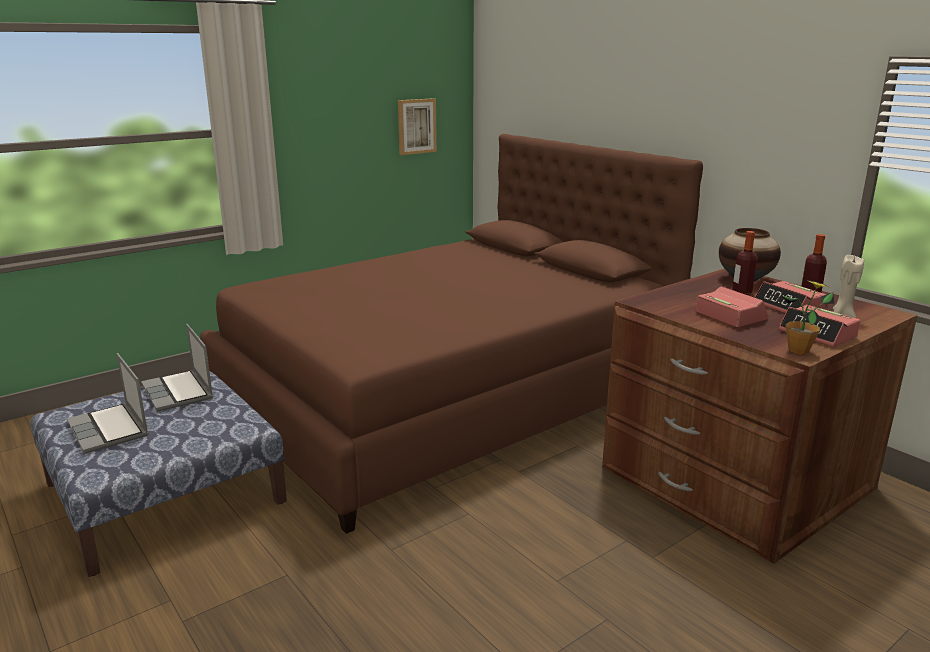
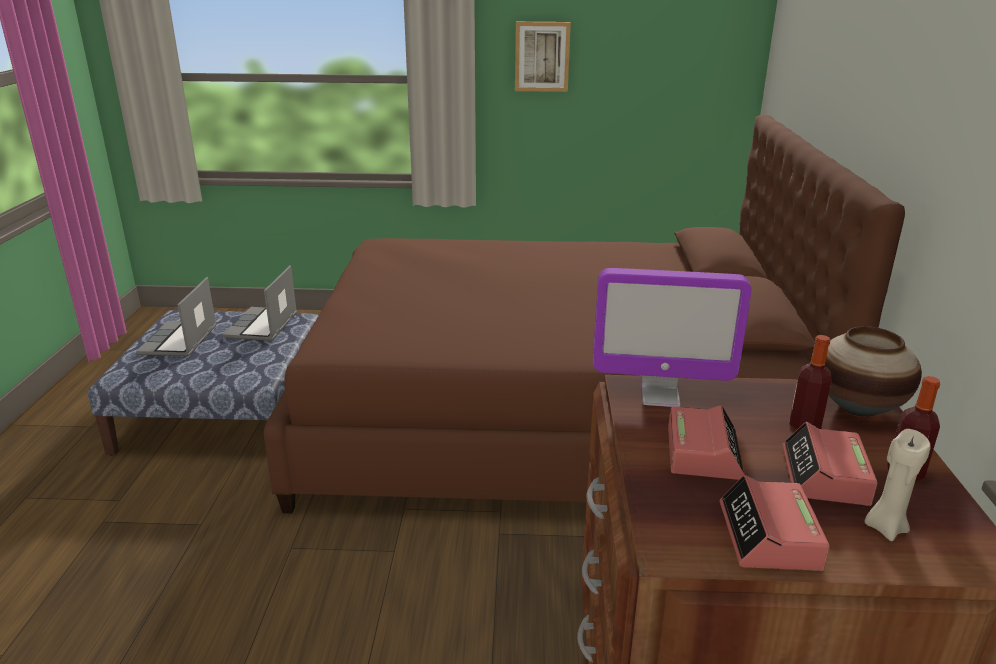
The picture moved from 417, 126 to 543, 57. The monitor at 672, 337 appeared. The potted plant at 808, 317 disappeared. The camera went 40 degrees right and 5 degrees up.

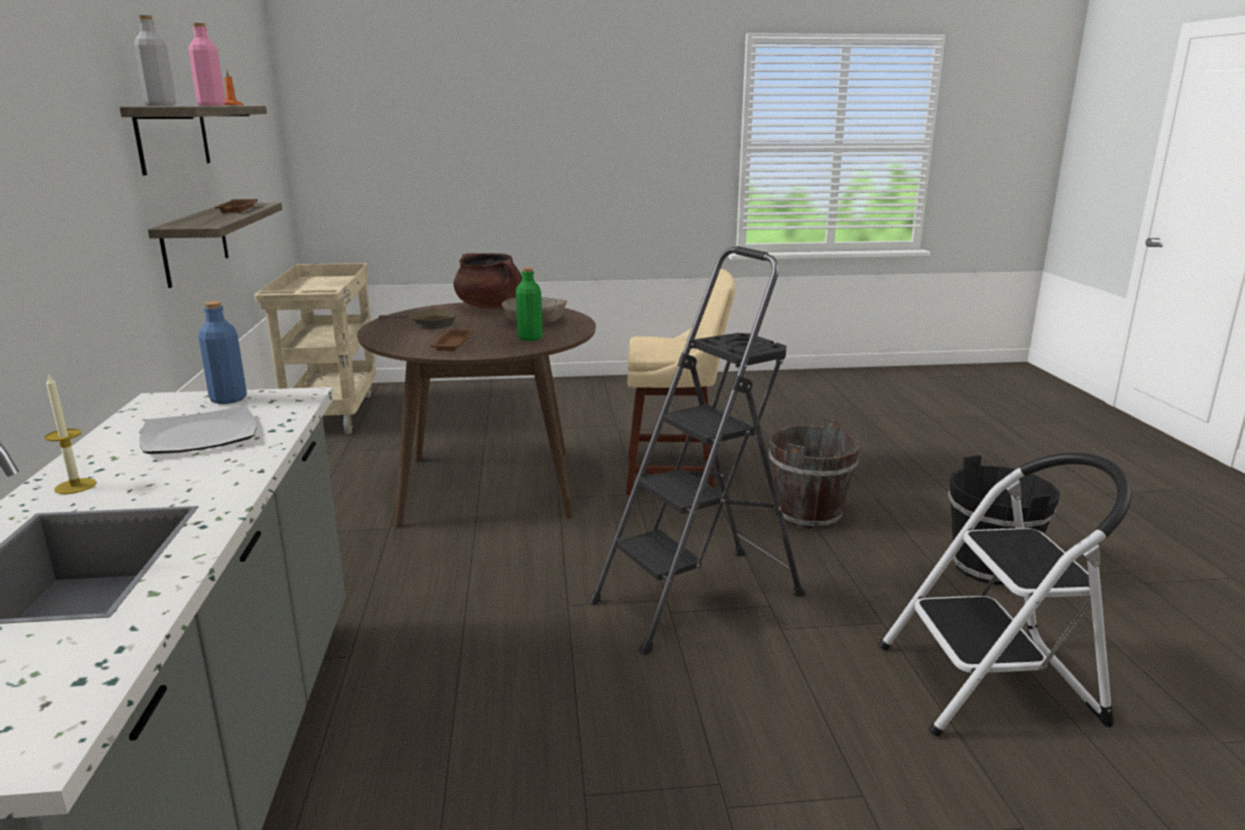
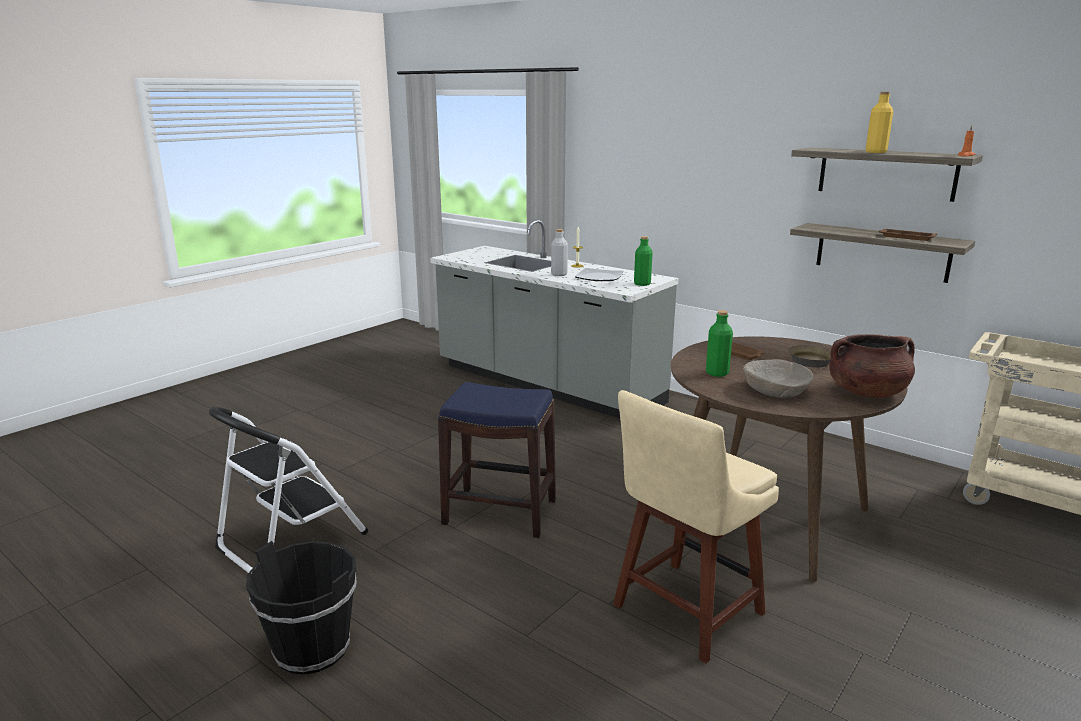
The step ladder at 697, 450 was replaced by the stool at 497, 460. The bottle (grey) moved from 155, 60 to 559, 252. The bottle (blue) at 222, 352 became the bottle (green) at 643, 261. The bottle (pink) at 207, 64 became the bottle (yellow) at 879, 122. The bucket (brown) at 814, 473 disappeared. The camera went 135 degrees right and 0 degrees up.

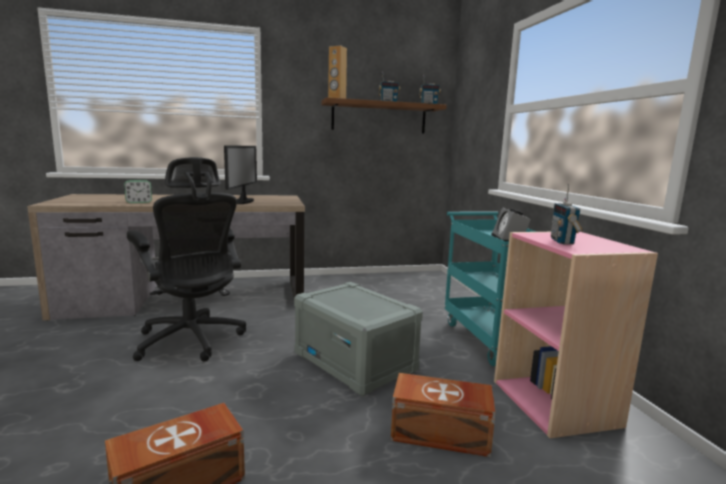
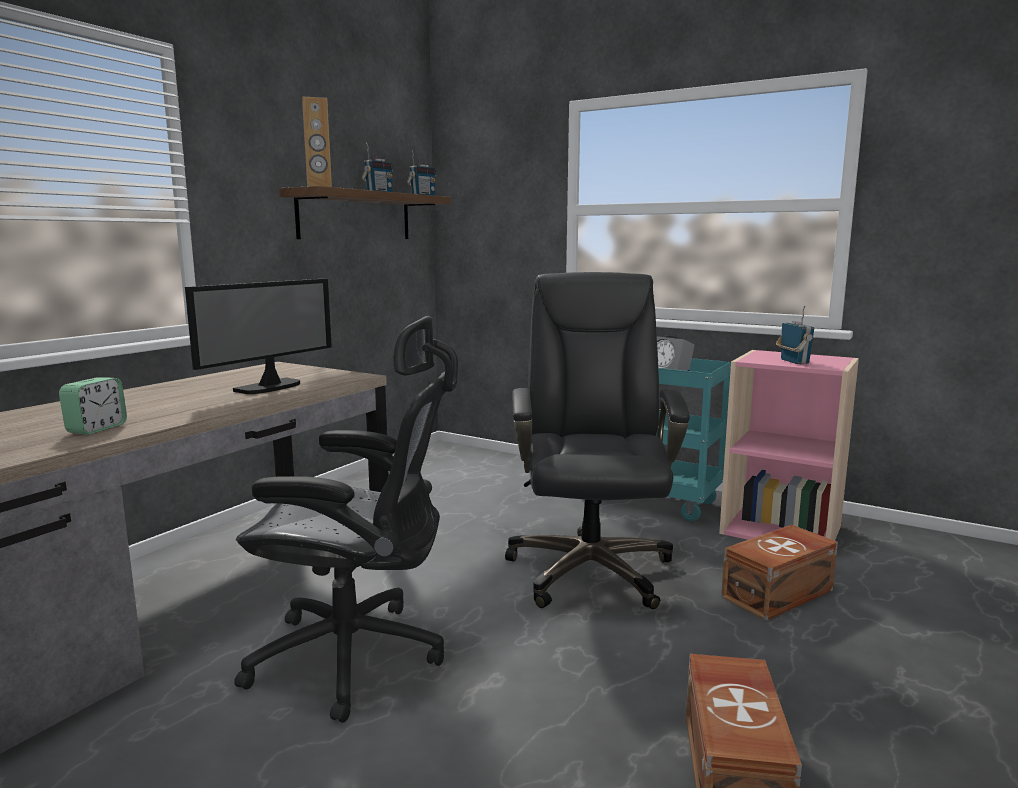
The monitor at 240, 174 turned 75 degrees clockwise. The storage box (grey) at 358, 339 was replaced by the office chair (black) at 597, 440. The radio at 567, 214 turned 150 degrees counterclockwise. The camera went 45 degrees left and 0 degrees up.

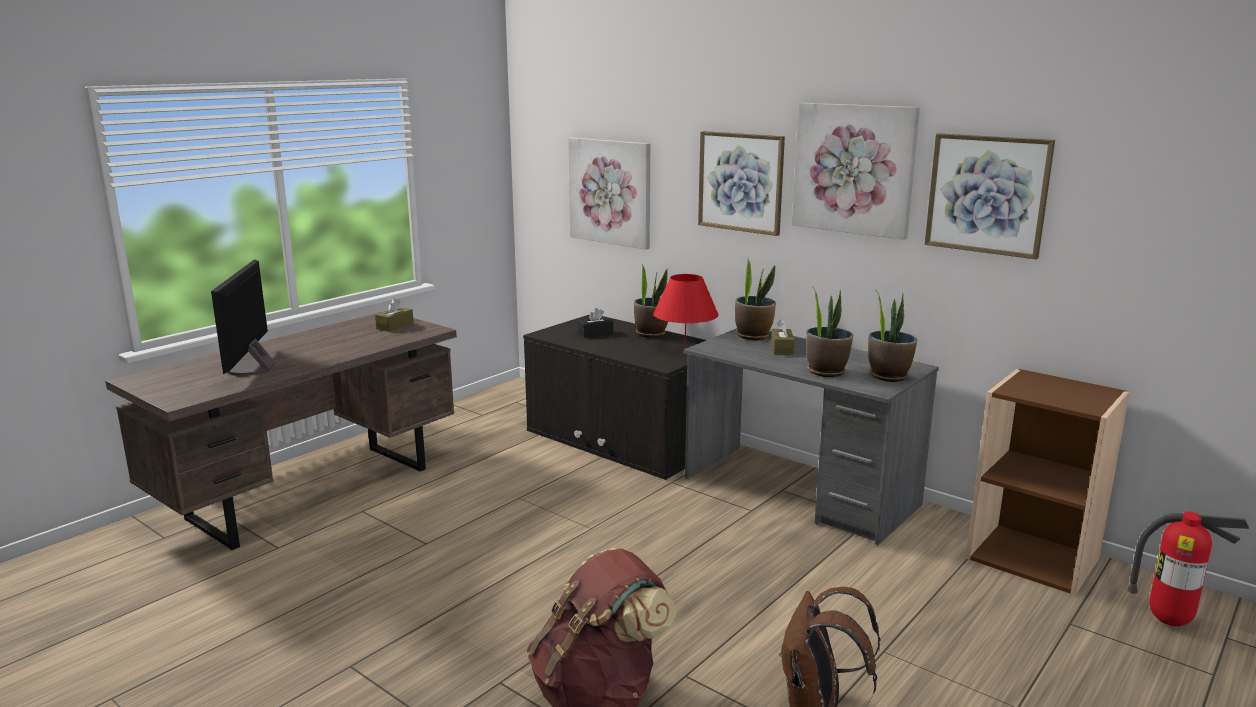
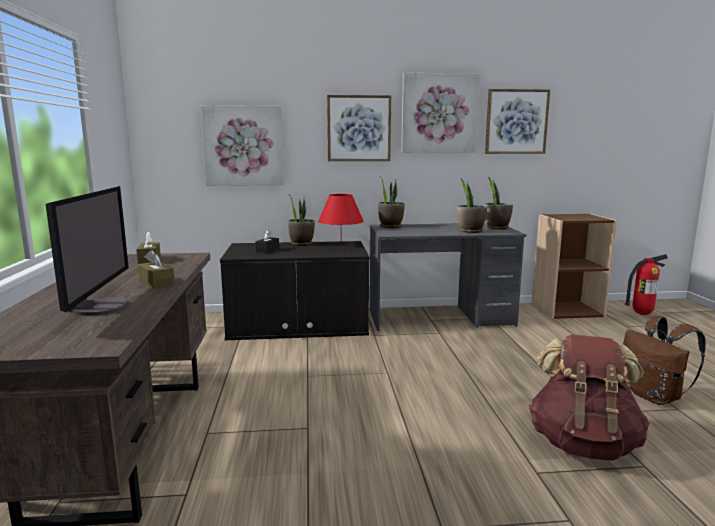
The monitor at 243, 317 turned 135 degrees counterclockwise. The tissue box (brown) moved from 783, 337 to 156, 269. The camera went 45 degrees left and 5 degrees down.

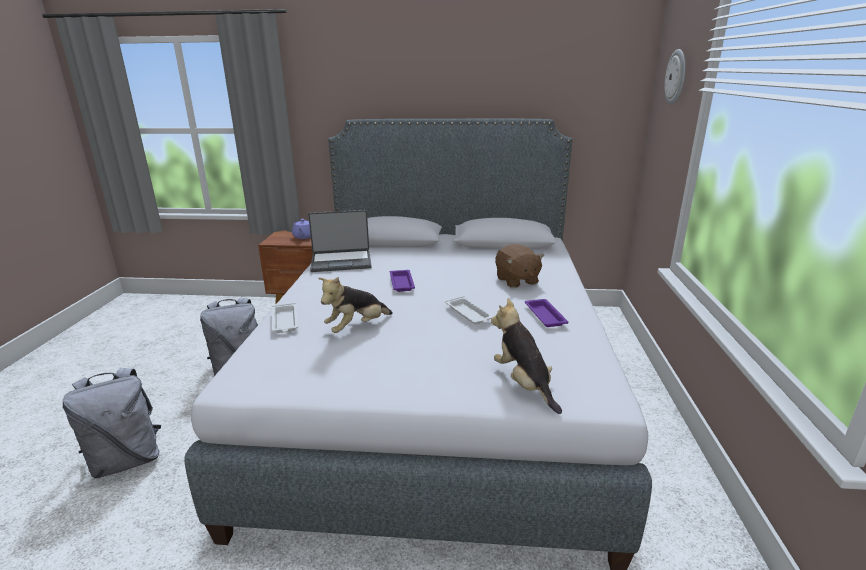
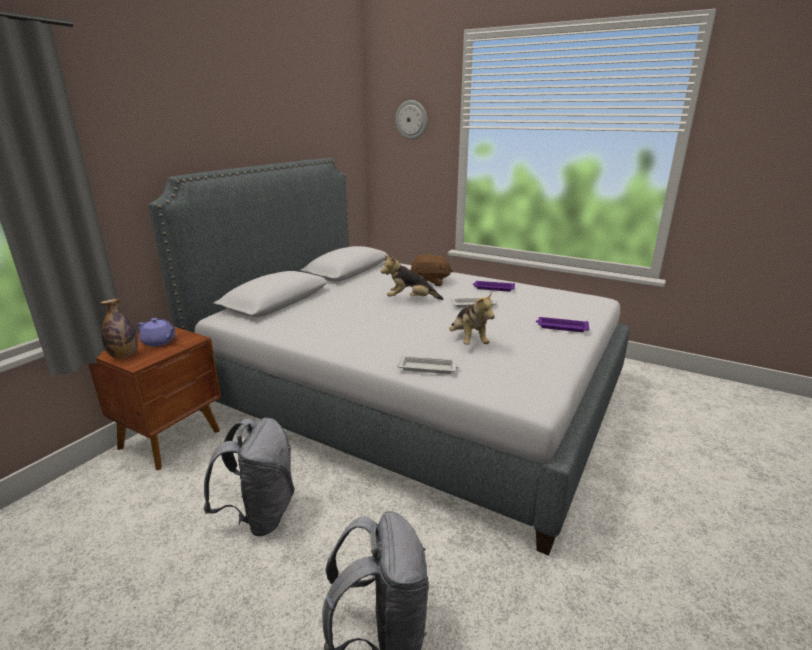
The bottle at 119, 329 appeared. The plush toy moved from 526, 356 to 412, 277. The tray (purple) moved from 402, 281 to 562, 324. The laptop at 339, 241 disappeared. The camera went 65 degrees left and 0 degrees up.

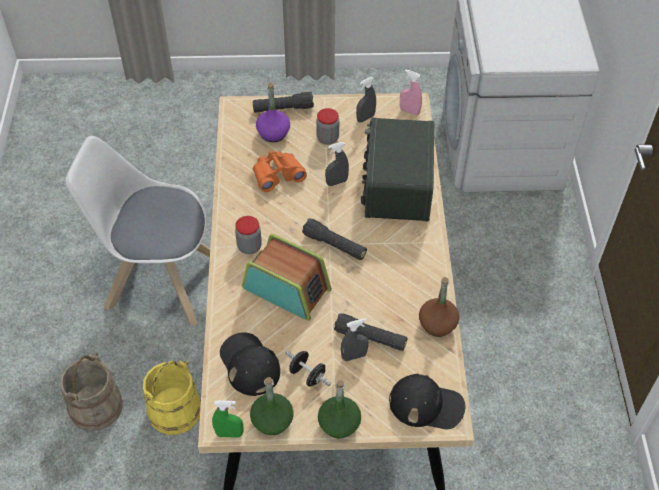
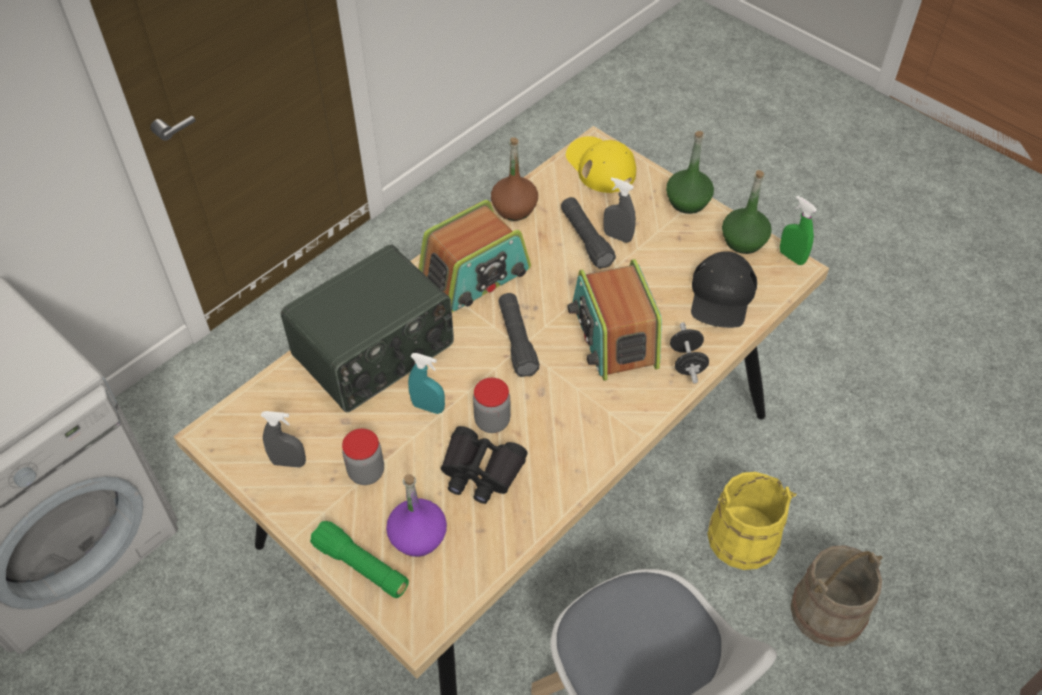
The flashlight (black) at 283, 102 became the flashlight (green) at 359, 559. The spray bottle (grey) at 337, 164 became the spray bottle (turquoise) at 426, 383. The radio at 474, 256 appeared. The binoculars (orange) at 280, 171 became the binoculars (black) at 484, 465. The jar moved from 248, 235 to 492, 405. The cap (black) at 427, 401 became the cap (yellow) at 601, 164. The dumbbell (black) moved from 308, 369 to 689, 353. The spray bottle (pink) at 411, 92 disappeared. The camera went 135 degrees left and 0 degrees up.

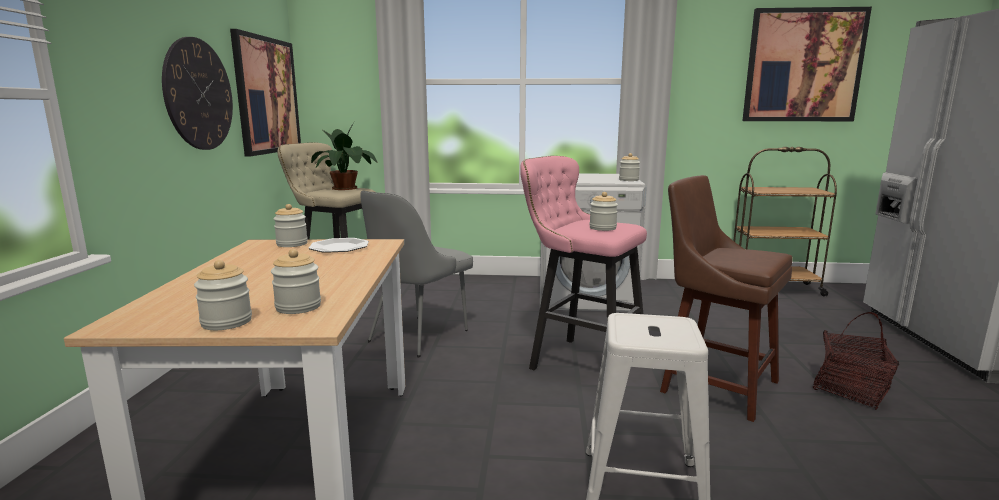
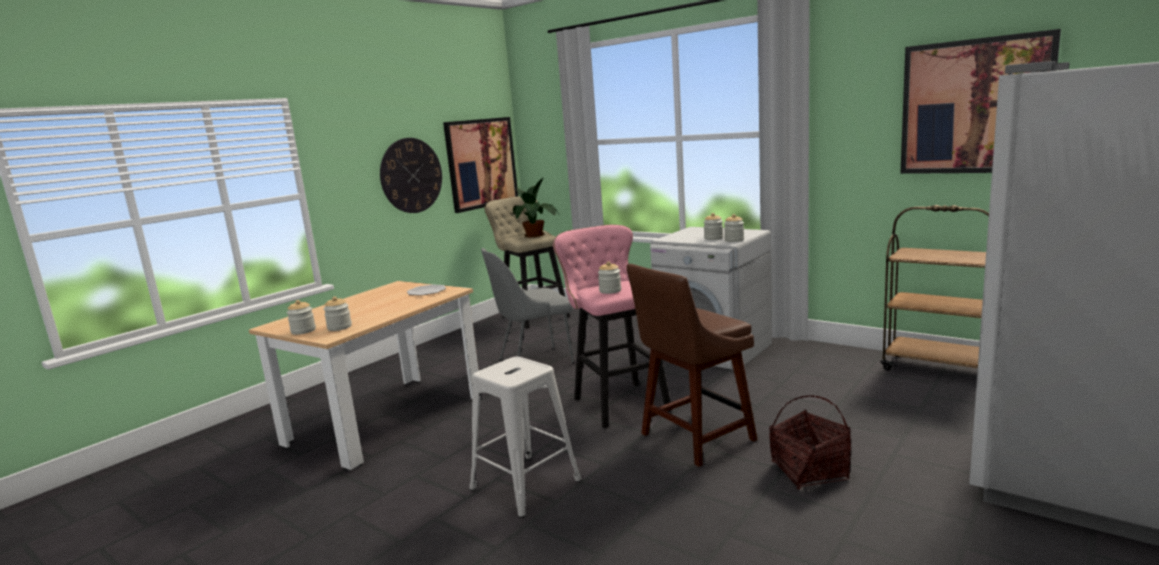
The chair (brown) at 726, 298 turned 105 degrees counterclockwise. The jar moved from 290, 225 to 713, 226. The camera went 35 degrees right and 0 degrees up.

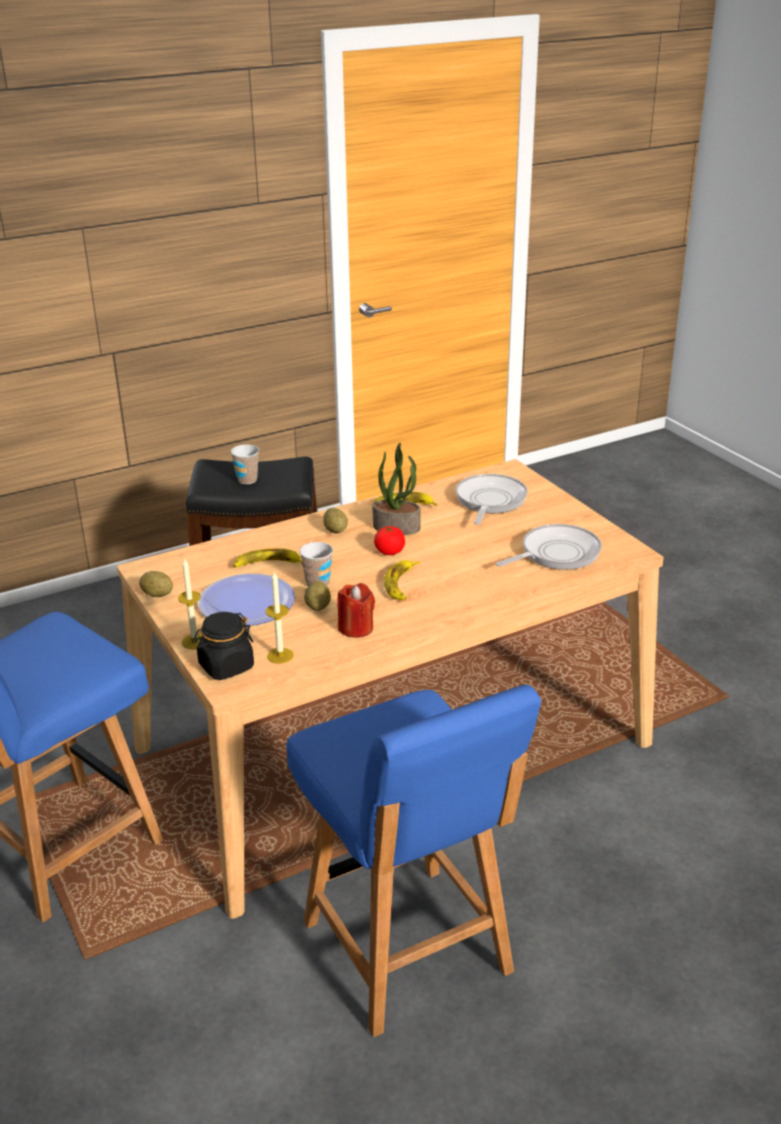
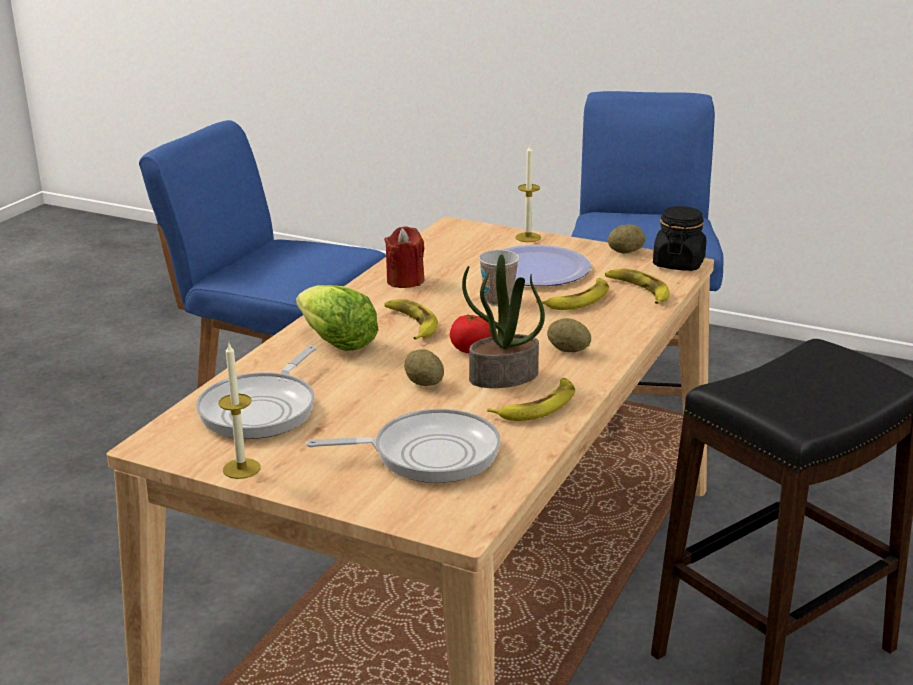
The candle moved from 279, 618 to 239, 411. The lettuce at 337, 318 appeared. The frying pan at 492, 499 turned 75 degrees counterclockwise. The potato moved from 317, 596 to 424, 367. The banana at 637, 286 appeared. The jar (black) moved from 223, 646 to 679, 238. The cup at 245, 464 disappeared. The camera went 145 degrees right and 5 degrees down.

